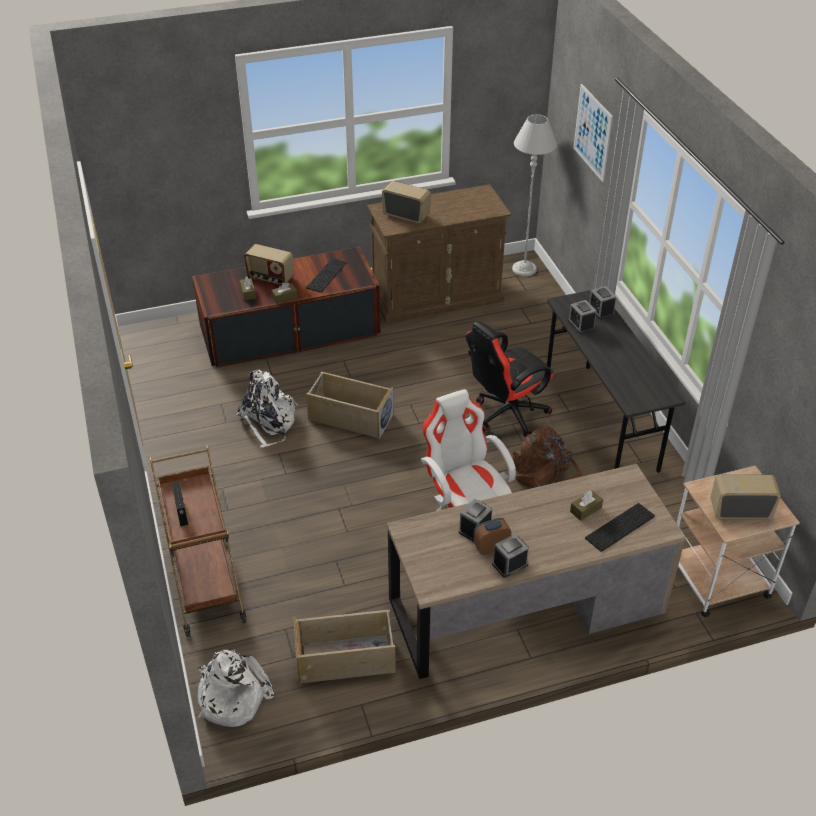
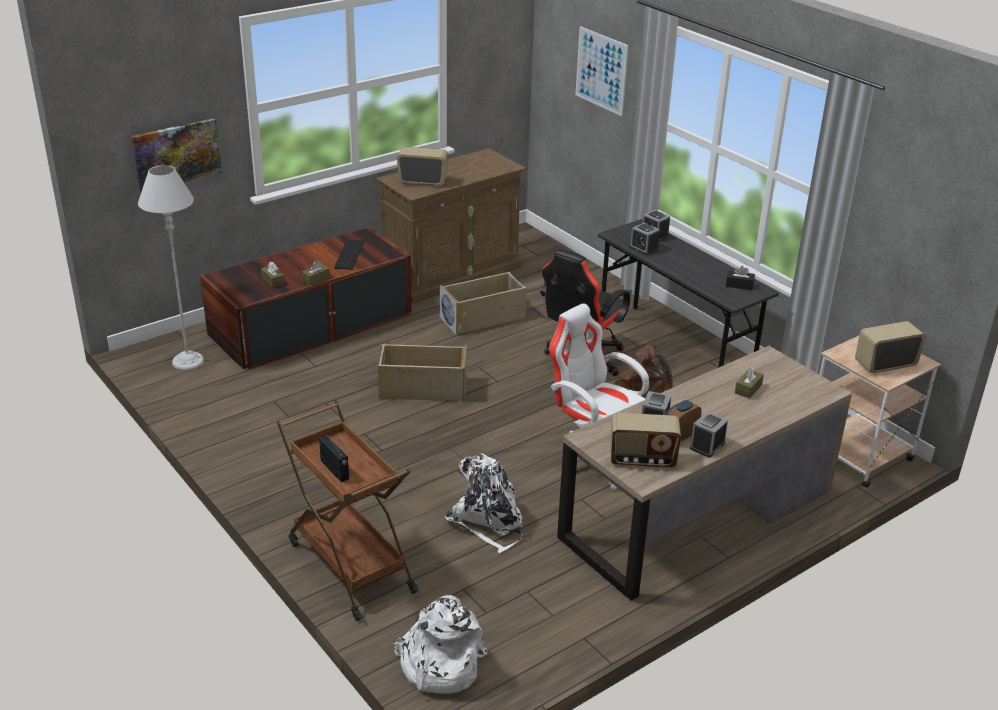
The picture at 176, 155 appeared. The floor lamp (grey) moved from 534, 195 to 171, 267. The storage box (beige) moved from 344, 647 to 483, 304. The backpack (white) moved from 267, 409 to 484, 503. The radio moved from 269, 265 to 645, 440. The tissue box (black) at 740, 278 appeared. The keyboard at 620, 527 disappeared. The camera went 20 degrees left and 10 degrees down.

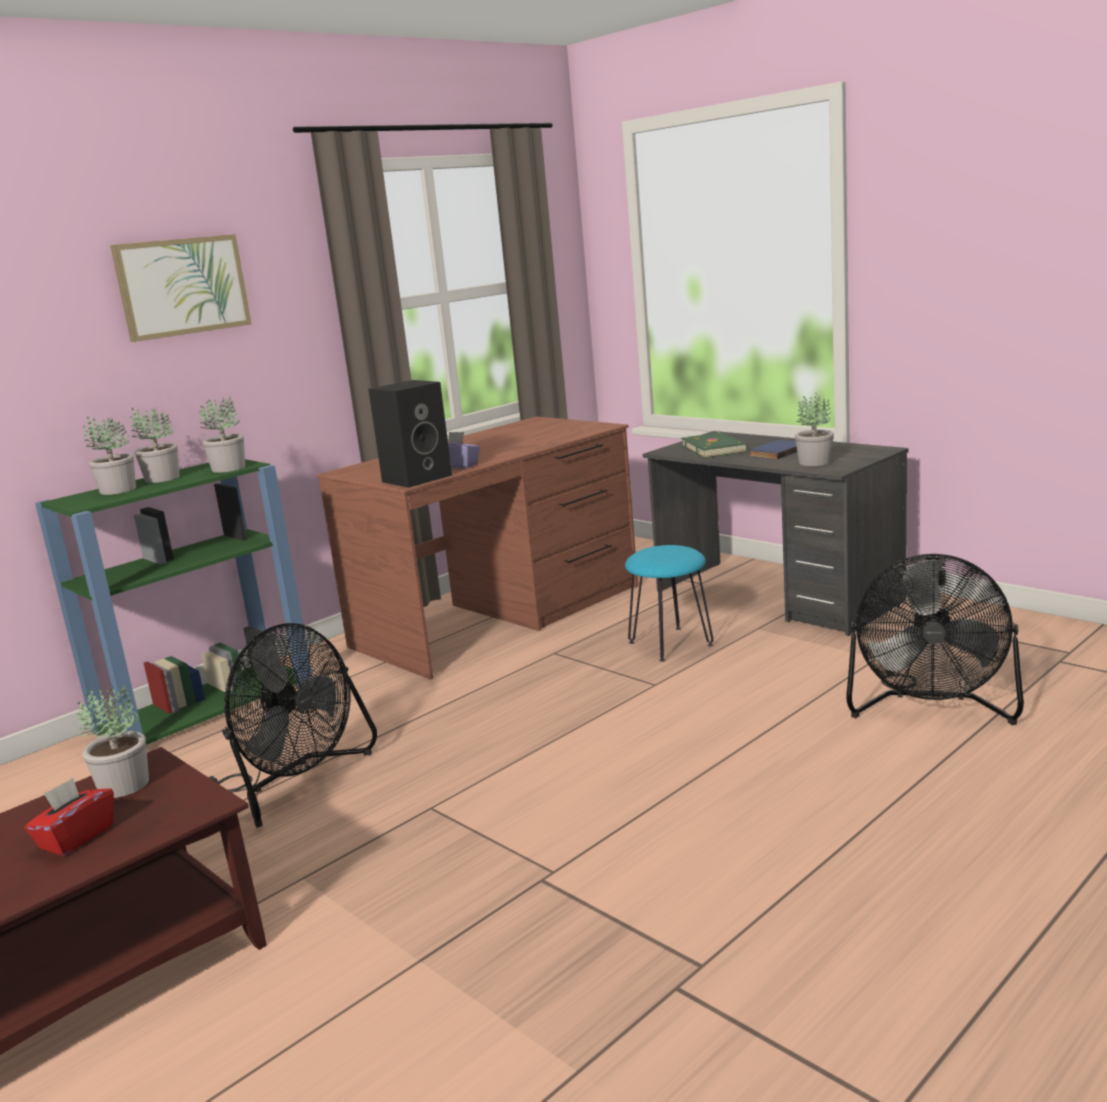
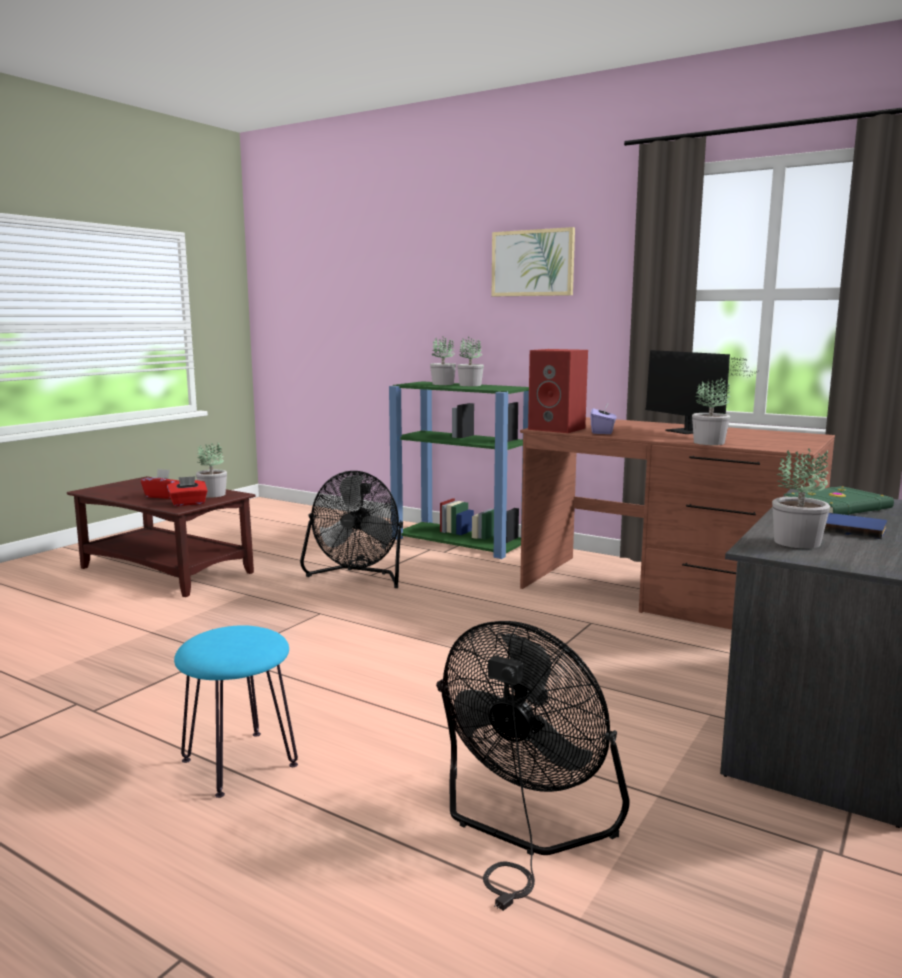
The tissue box (red) at 187, 491 appeared. The stool (turquoise) moved from 669, 603 to 236, 711. The fan (black) at 935, 639 turned 120 degrees clockwise. The speaker (black) at 410, 434 became the speaker (red) at 558, 391. The monitor at 701, 392 appeared. The potted plant moved from 222, 434 to 711, 411. The camera went 75 degrees right and 5 degrees down.

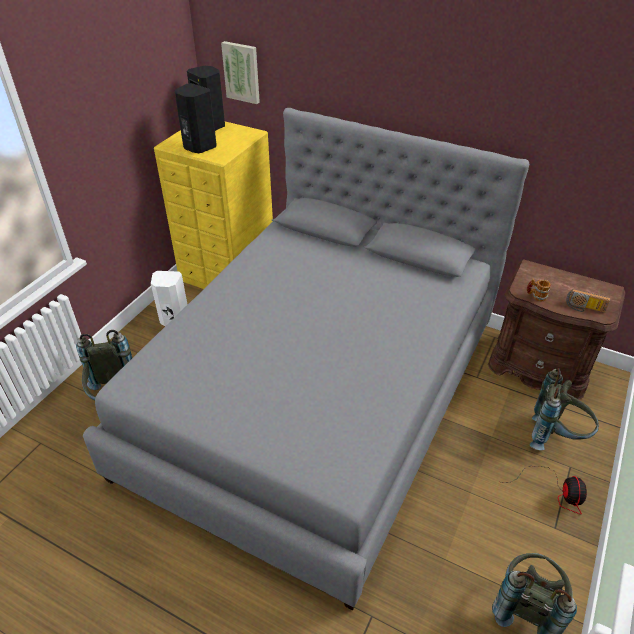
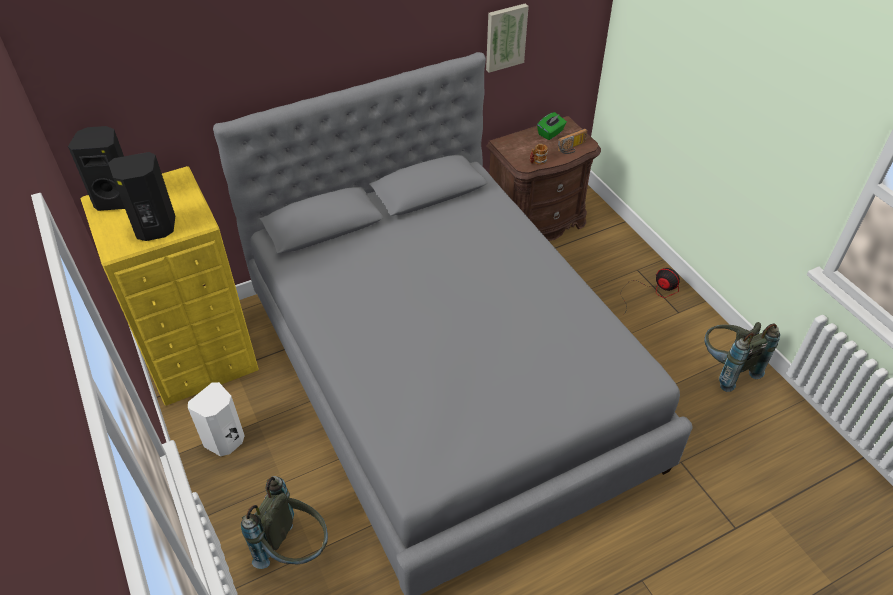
The picture moved from 240, 72 to 507, 38. The tissue box (green) at 552, 126 appeared. The backpack (grey) at 564, 409 disappeared. The camera went 55 degrees left and 5 degrees up.

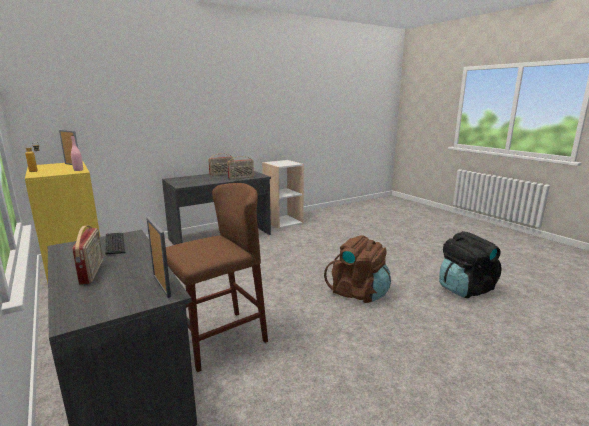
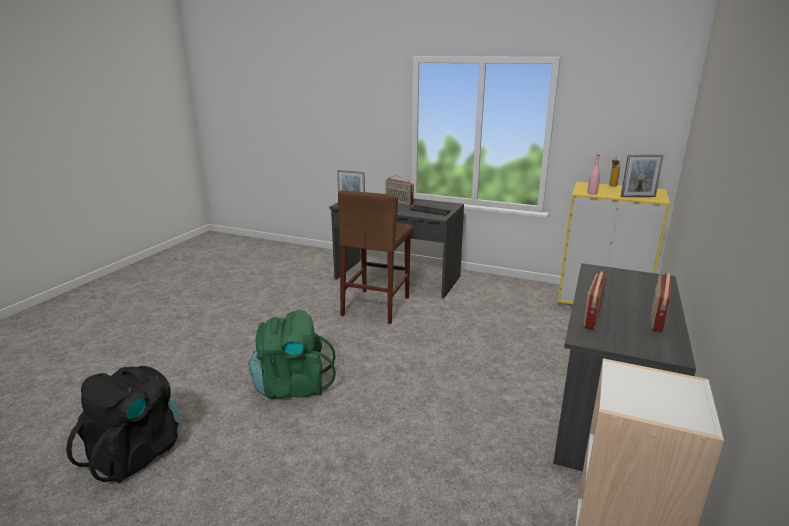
The backpack (brown) at 357, 269 became the backpack (green) at 292, 355. The camera went 145 degrees right and 5 degrees up.

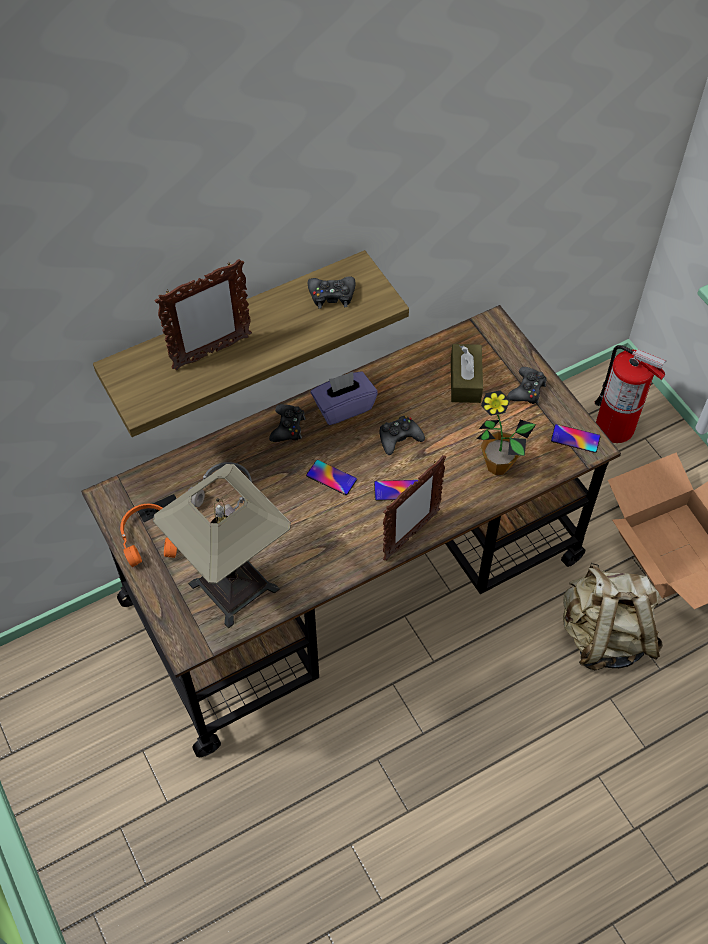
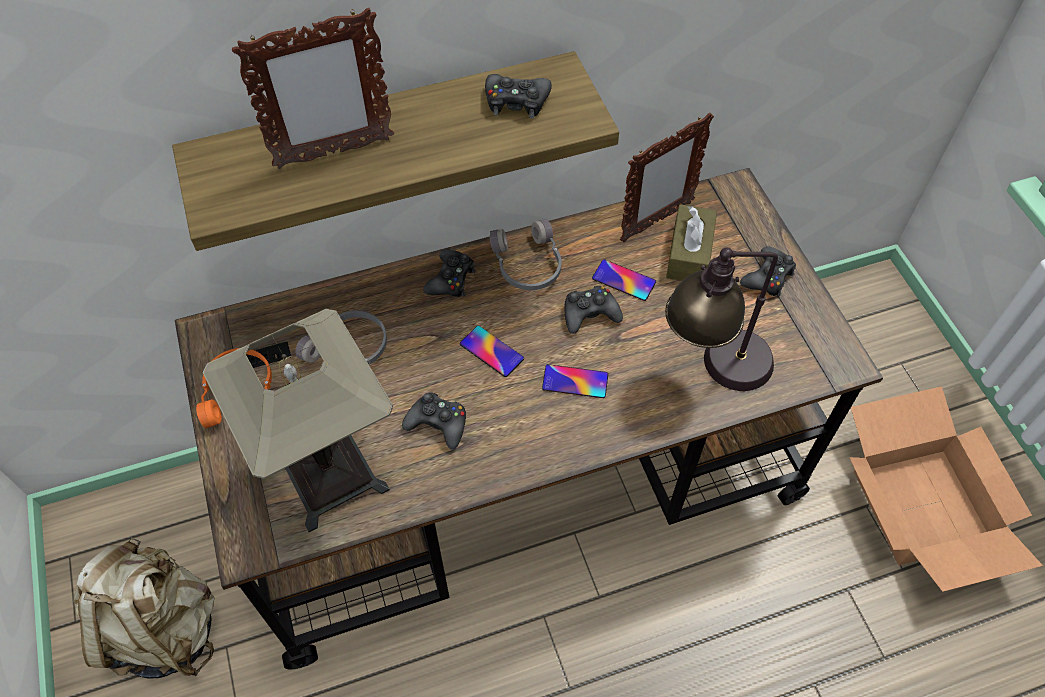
The backpack (beige) moved from 613, 616 to 143, 608. The game controller (black) at 434, 421 appeared. The tissue box (purple) at 344, 398 was replaced by the headphones (grey) at 526, 254. The phone moved from 576, 438 to 624, 280. The picture frame moved from 414, 508 to 667, 177. The potted plant at 506, 432 was replaced by the table lamp at 721, 319. The fire extinguisher at 631, 394 disappeared. The camera went 10 degrees right and 0 degrees up.

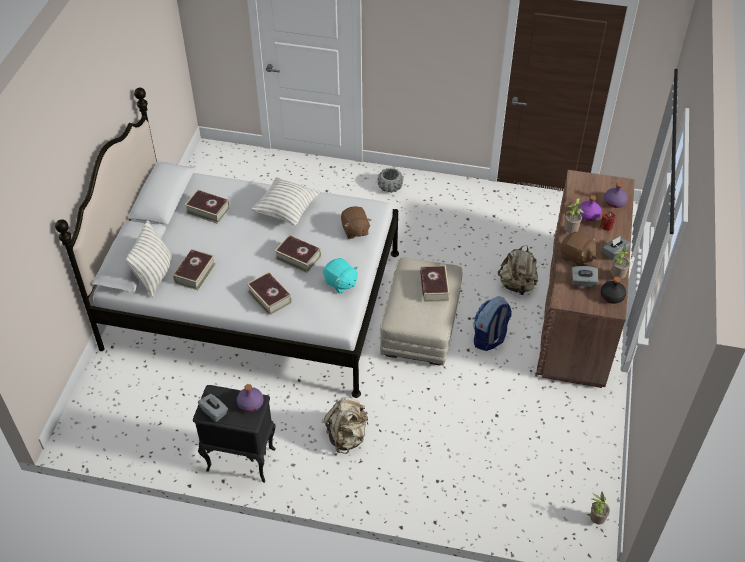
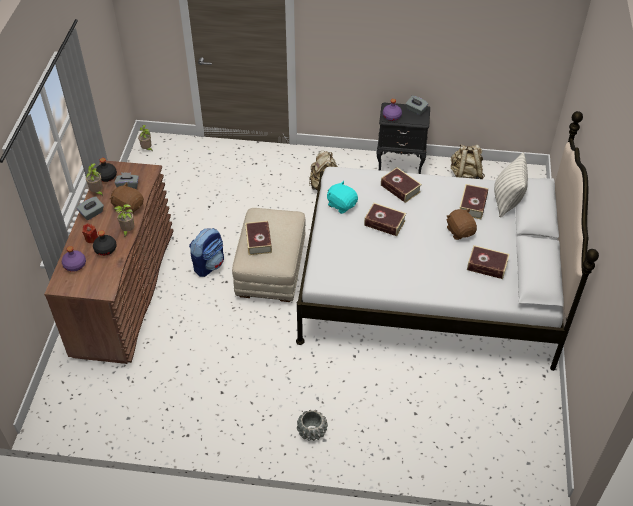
The bottle (purple) at 590, 208 became the bottle (black) at 105, 243. The plush toy (brown) moved from 356, 222 to 461, 224. The backpack (beige) moved from 518, 270 to 468, 162. The pillow at 285, 201 disappeared. The camera went 175 degrees right and 0 degrees up.

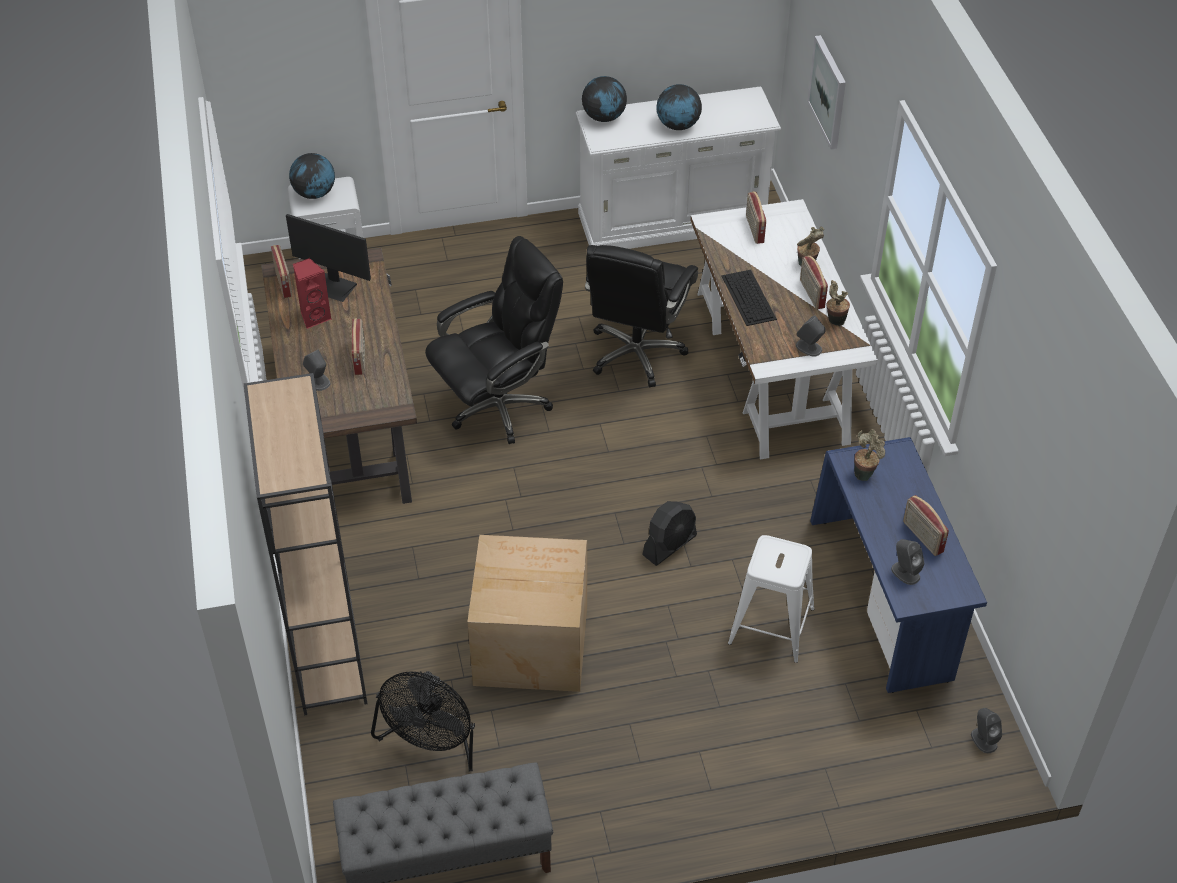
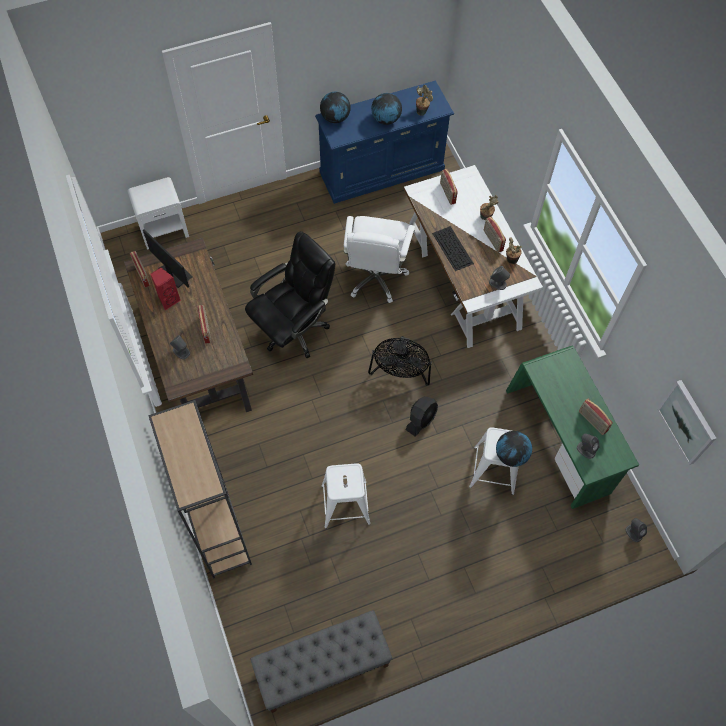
The monitor at 328, 258 turned 150 degrees counterclockwise. The cabinet (white) at 678, 167 became the cabinet (blue) at 384, 142. The cardboard box at 527, 613 was replaced by the stool (white) at 346, 495. The office chair (black) at 641, 316 became the office chair (white) at 379, 259. The fan (black) moved from 423, 721 to 400, 361. The potted plant moved from 869, 455 to 424, 100. The globe moved from 312, 176 to 514, 449. The desk (blue) at 898, 565 became the desk (green) at 572, 427. The picture moved from 826, 92 to 686, 422. The camera went 10 degrees left and 15 degrees up.

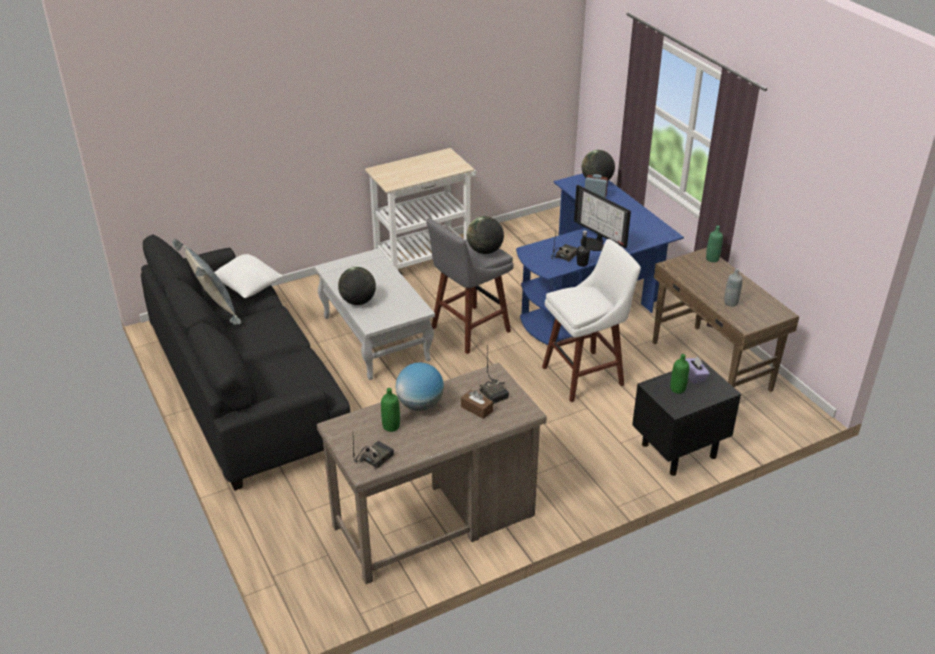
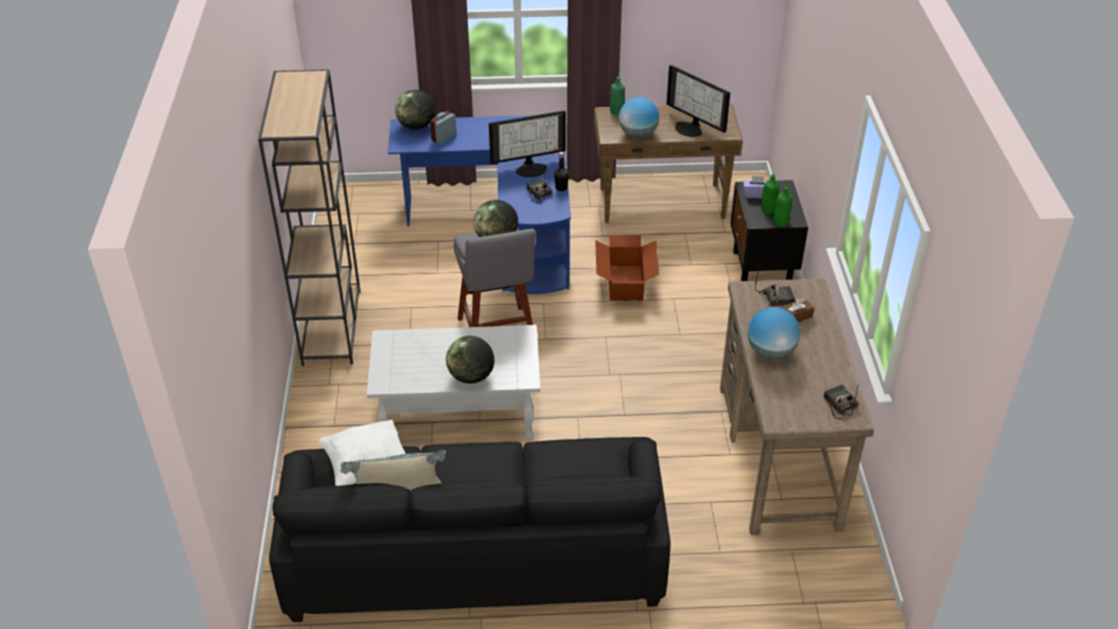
The cart (white) at 421, 211 was replaced by the bookcase at 309, 217. The stool (white) at 591, 320 was replaced by the cardboard box at 627, 267. The globe at 639, 117 appeared. The bottle (grey) at 733, 287 was replaced by the monitor at 698, 101. The bottle (green) moved from 390, 410 to 783, 207. The camera went 65 degrees left and 5 degrees up.

